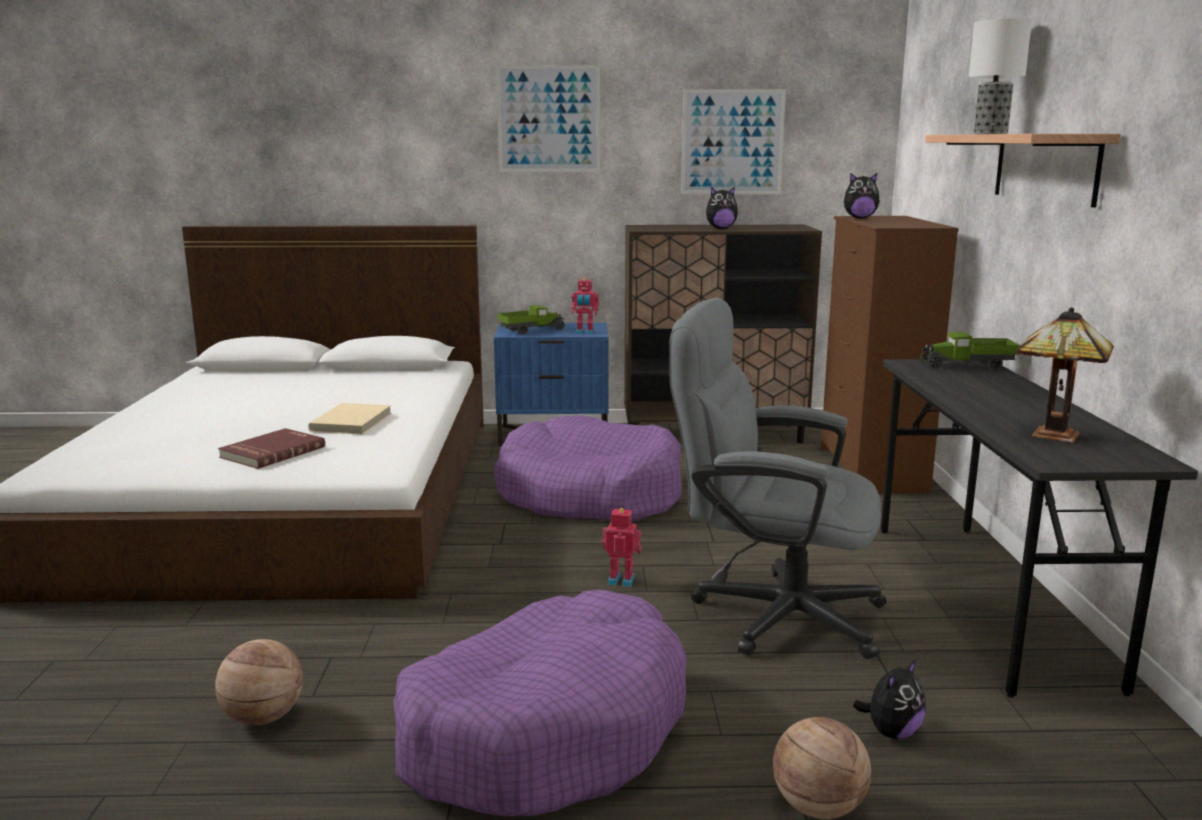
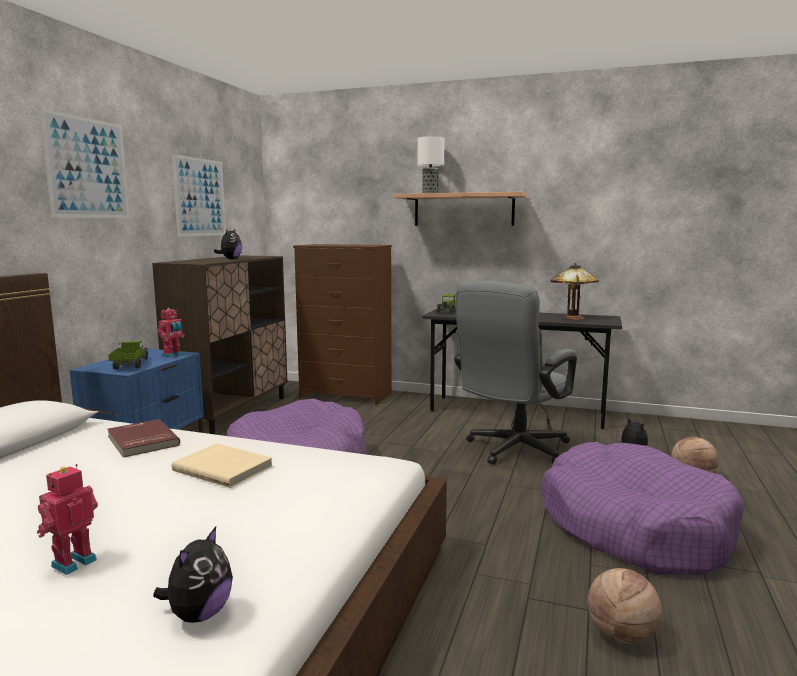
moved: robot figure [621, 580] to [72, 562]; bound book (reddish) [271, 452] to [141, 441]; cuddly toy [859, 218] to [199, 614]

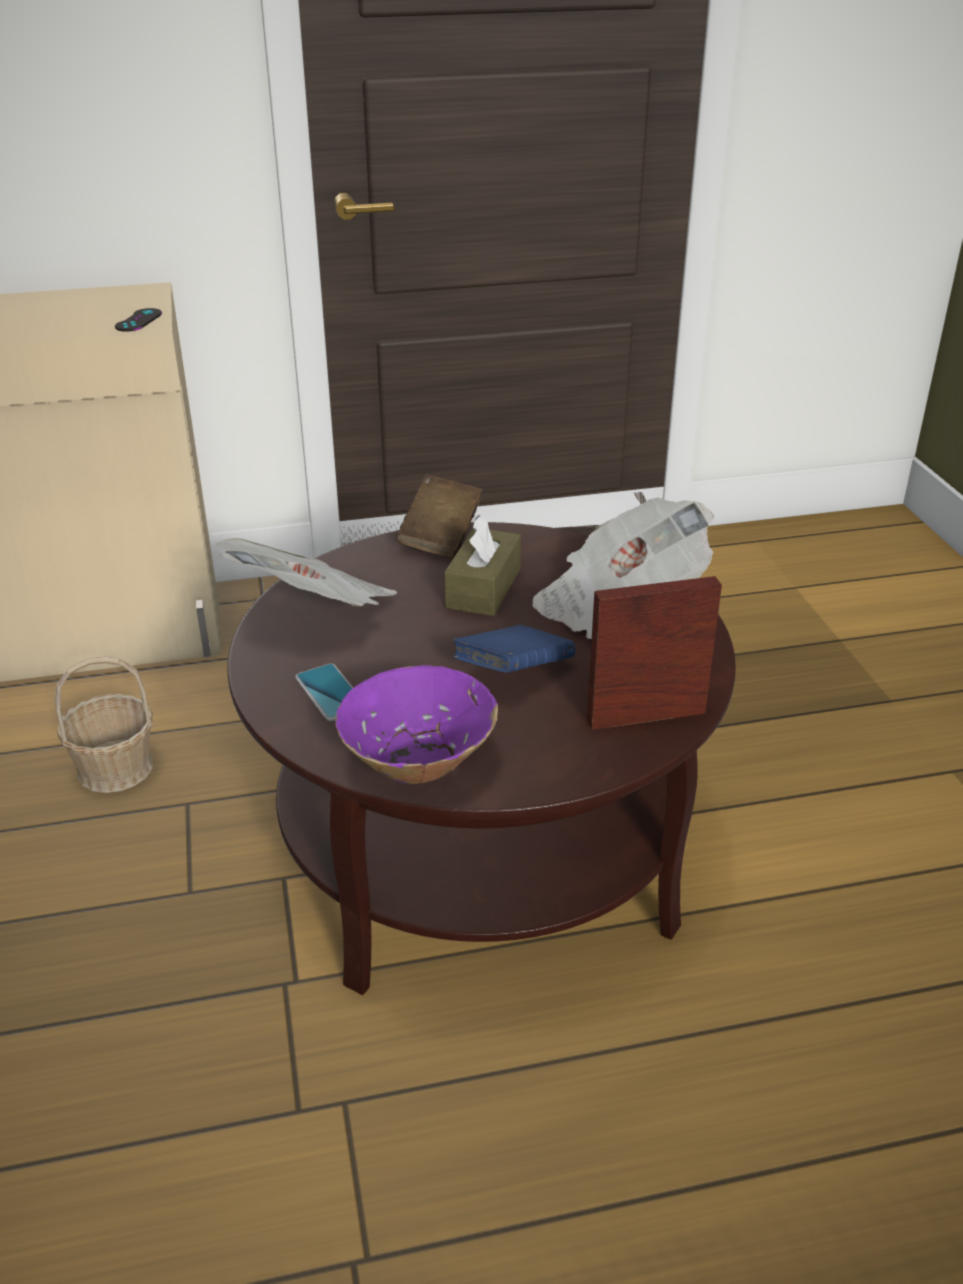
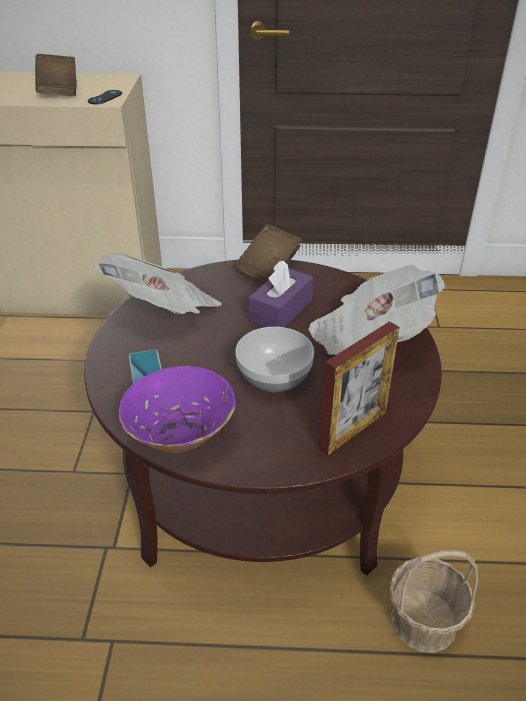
added: bound book (brown) [59, 90]
moved: storage basket [114, 768] to [423, 621]
replaced: bound book (bluish) [513, 673] to bowl [274, 378]
recoloured: tissue holder (brown) [483, 588] to tissue holder (purplish) [281, 310]
turned: picture frame [646, 716] = [353, 430] 135 degrees clockwise

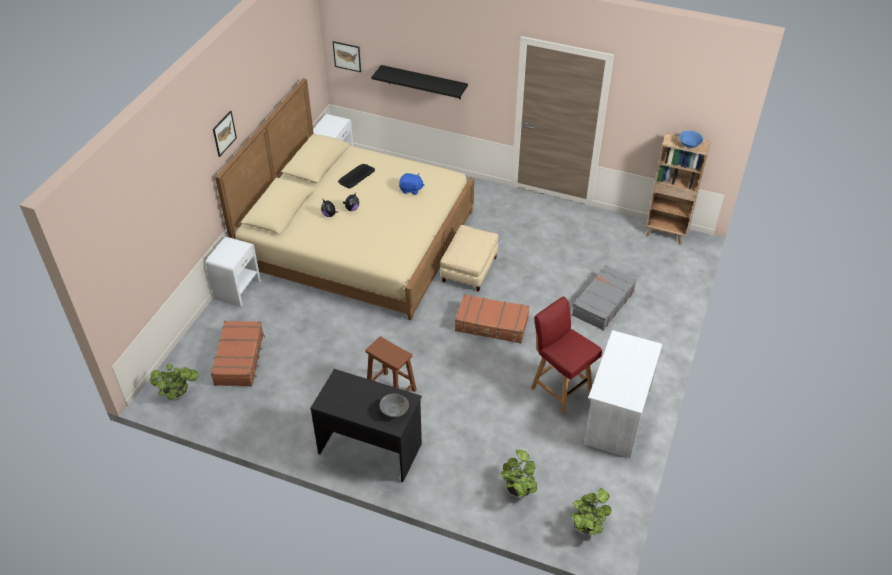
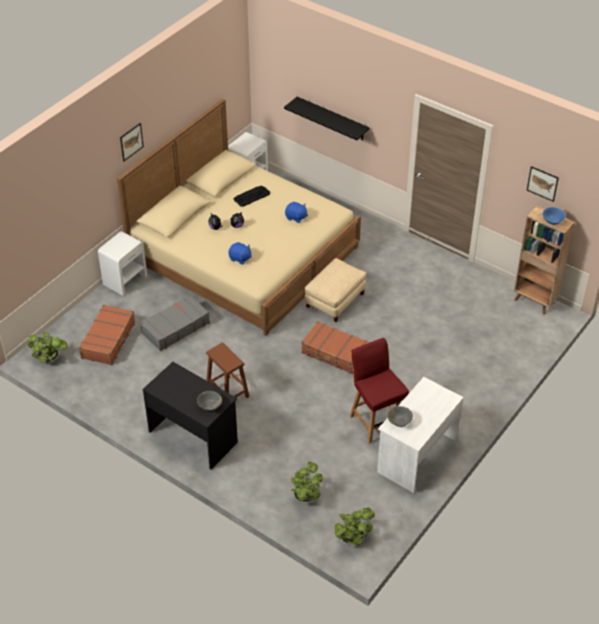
added: cuddly toy (bluish) [240, 258]; bowl (gray) [399, 421]
moved: piece of luggage (gray) [602, 303] to [175, 328]; wall picture [347, 56] to [542, 183]

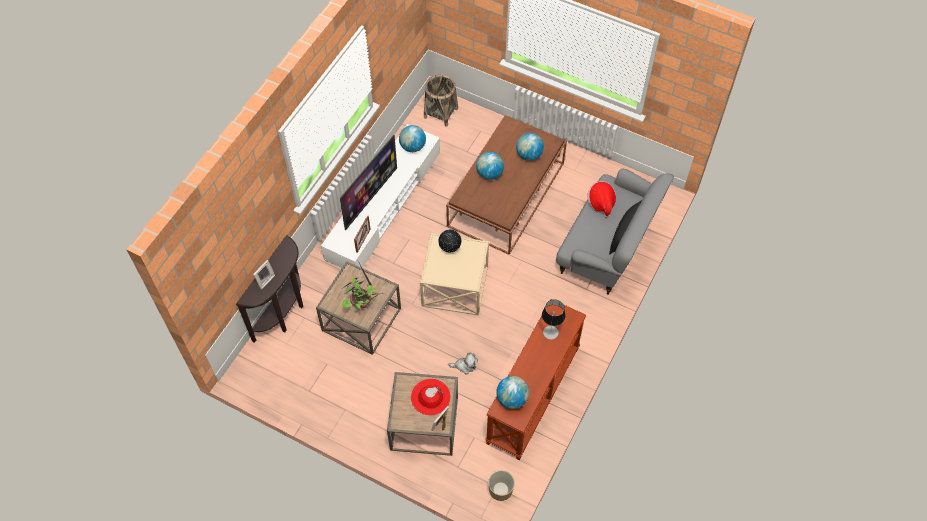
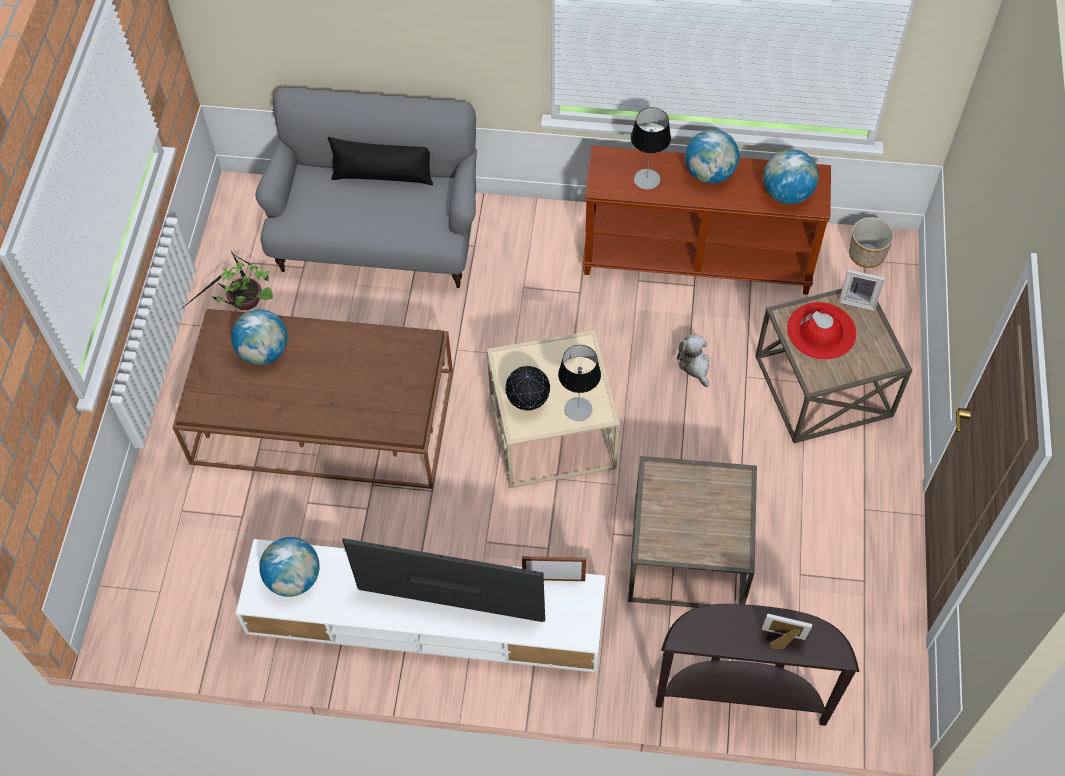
removed: storage basket [440, 113]; wearable hat [601, 203]
added: lamp for a table [578, 409]
moved: potted plant [361, 302] to [245, 304]; globe [489, 173] to [709, 173]

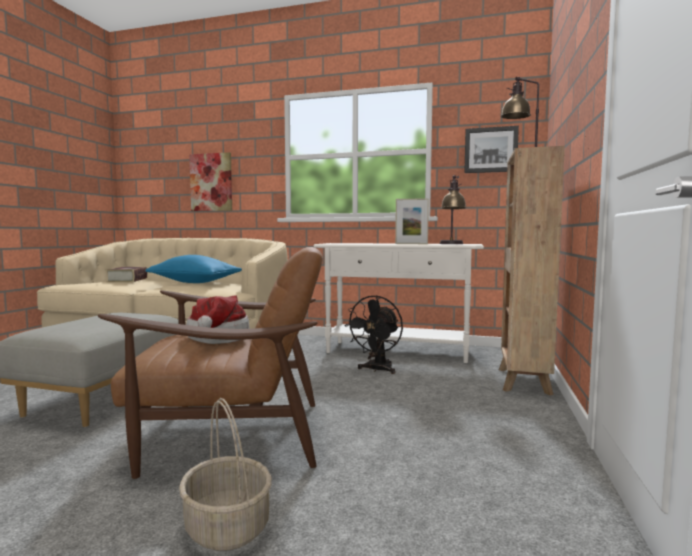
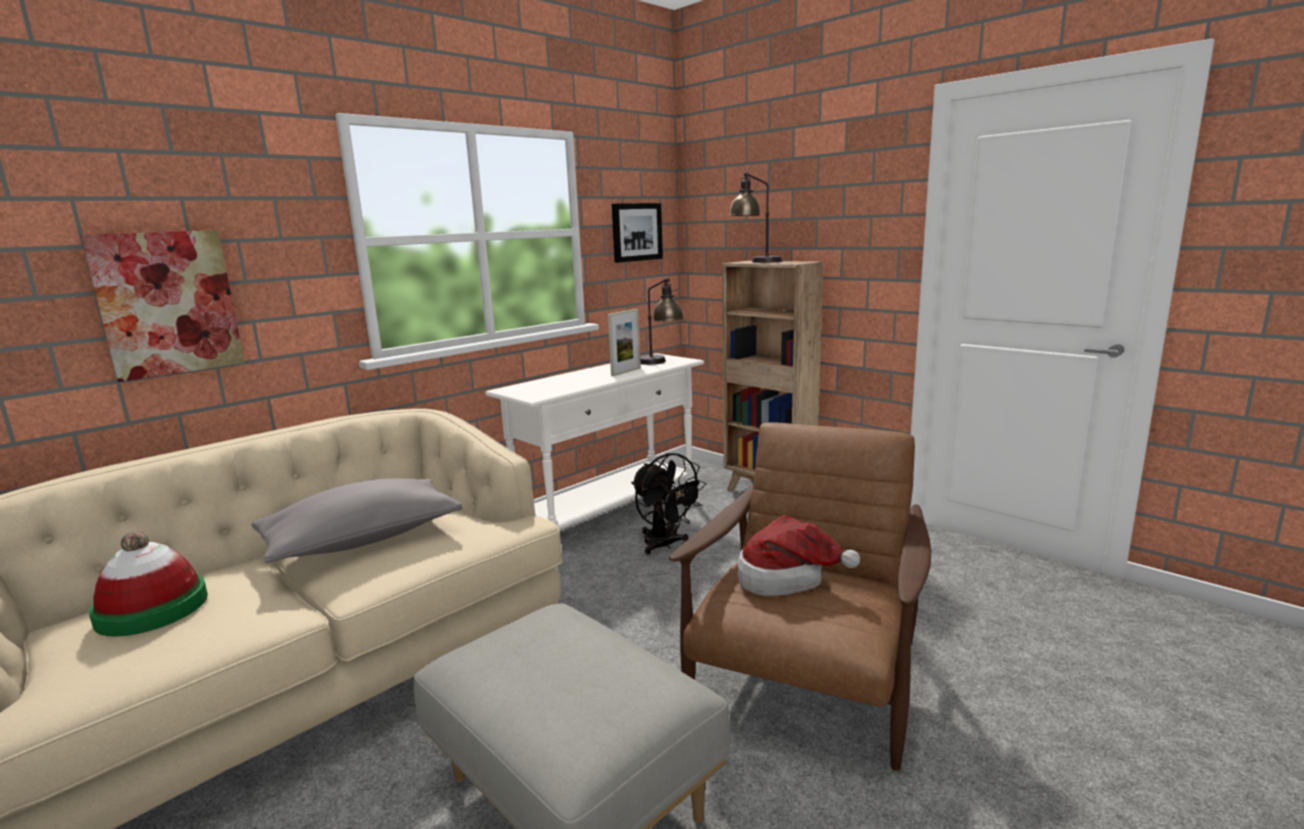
removed: storage basket [228, 527]
replaced: bound book [127, 280] to wearable hat [152, 609]
recoloured: throw pillow (bluish) [194, 282] to throw pillow (gray) [363, 540]

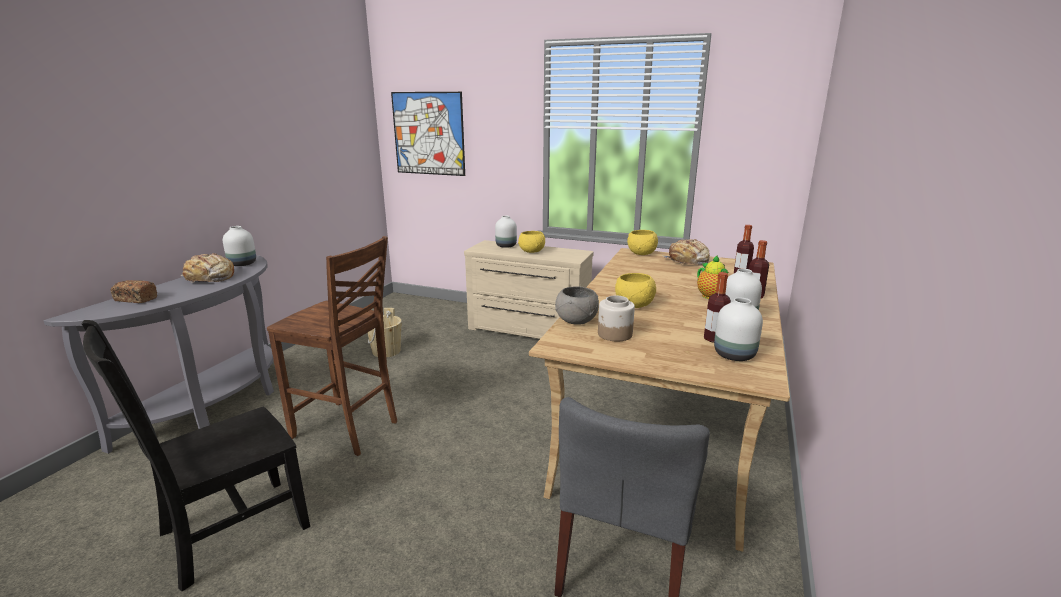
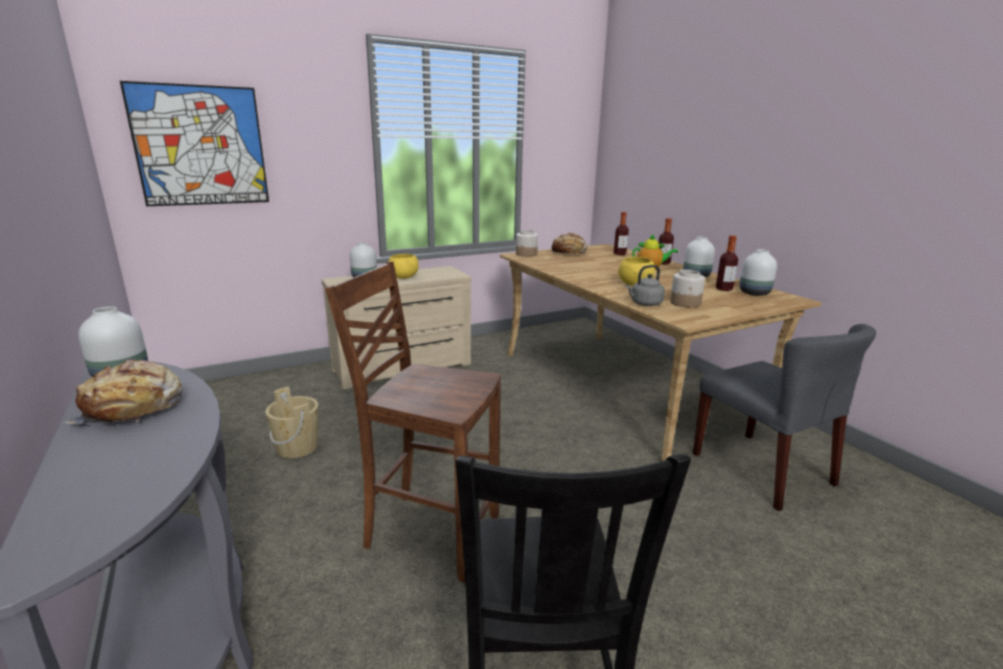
removed: baked bread [136, 299]
replaced: bowl (yellow-coloured) [641, 253] to preserve jar [526, 254]; bowl (gray) [576, 321] to kettle (gray) [644, 304]
turned: upright chair (brown) [347, 429] = [430, 531] 135 degrees counterclockwise

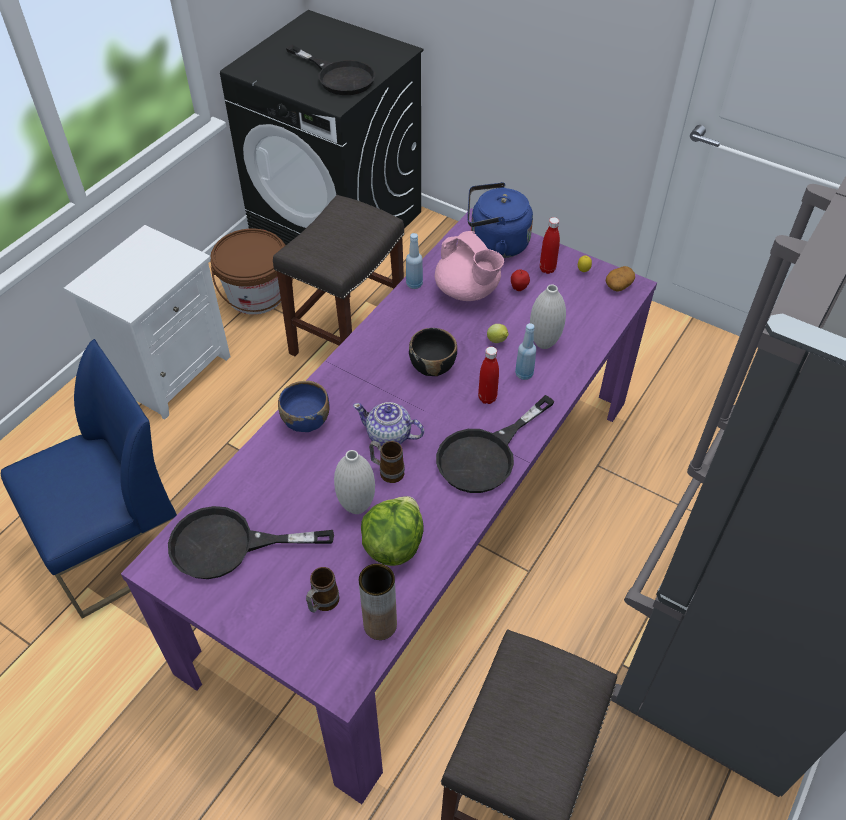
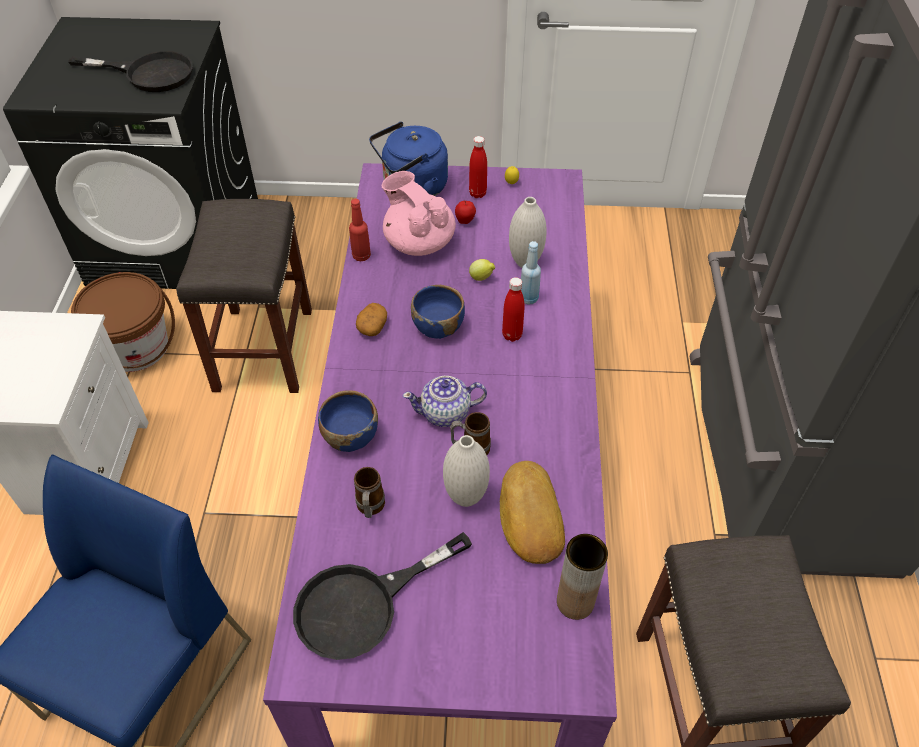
removed: frying pan (black-coloured) [485, 455]
moved: coffee mug [322, 604] to [370, 509]; spud [618, 285] to [372, 326]
replaced: head of lettuce [393, 544] to baked bread [529, 517]
recoloured: beverage bottle (bluish) [414, 284] to beverage bottle (reddish) [361, 256]; bowl (black-coloured) [433, 366] to bowl (bluish) [438, 327]
turned: tea pot (pinkish) [468, 291] = [419, 242] 150 degrees counterclockwise

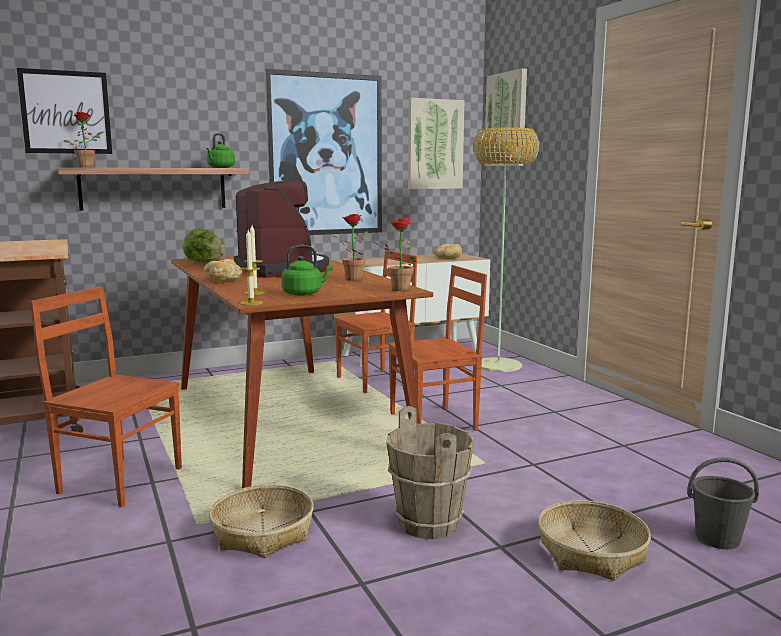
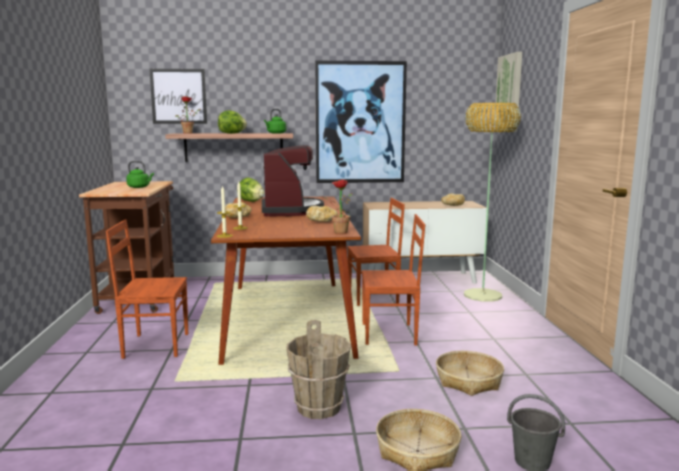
removed: wall picture [435, 144]
added: head of lettuce [232, 133]
moved: kettle (green-coloured) [304, 293] to [139, 187]; storage basket [262, 533] to [468, 381]
replaced: potted plant [350, 279] to baked bread [322, 221]
turned: upright chair (brown) [120, 480] = [155, 345] 45 degrees counterclockwise

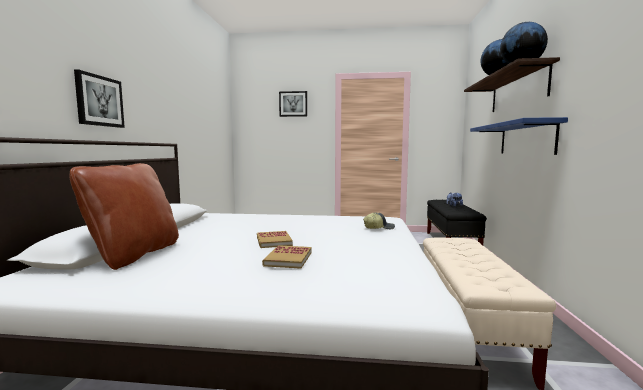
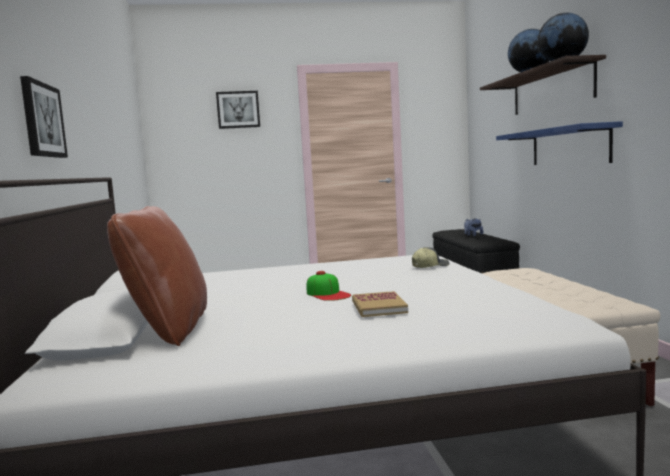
replaced: bound book [273, 241] to cap [328, 294]

